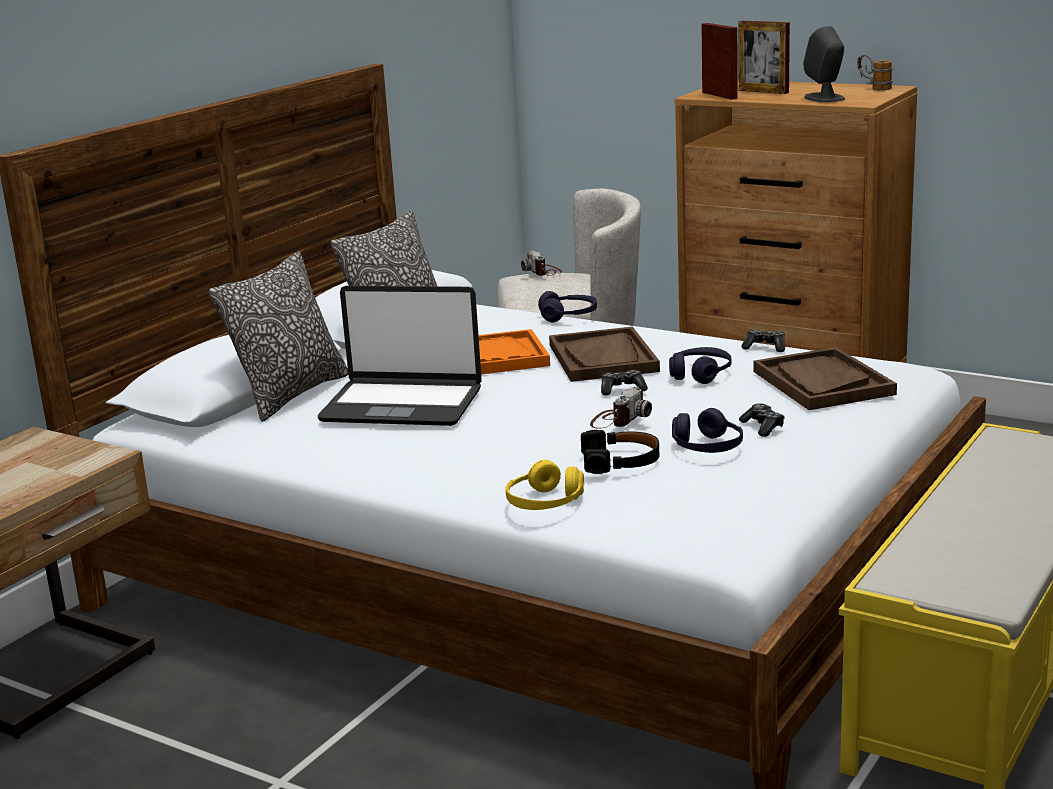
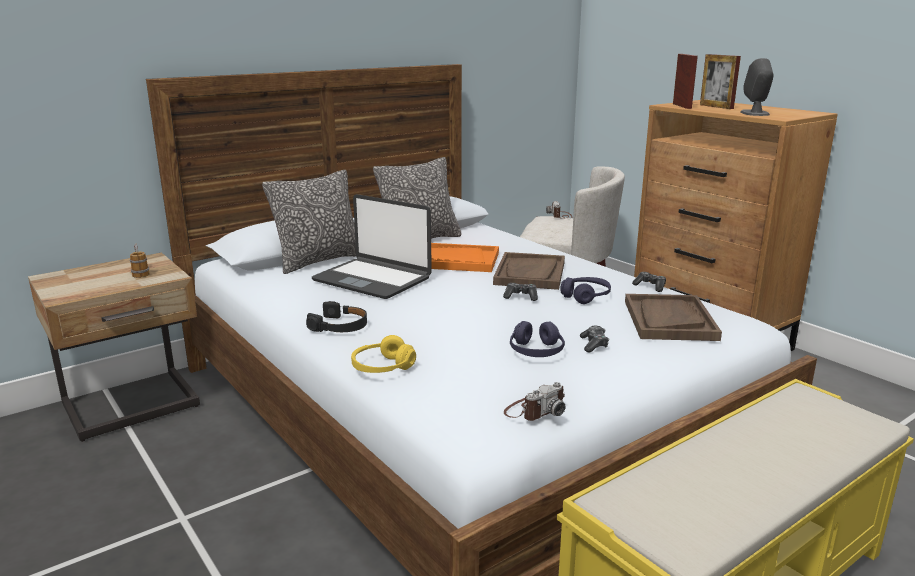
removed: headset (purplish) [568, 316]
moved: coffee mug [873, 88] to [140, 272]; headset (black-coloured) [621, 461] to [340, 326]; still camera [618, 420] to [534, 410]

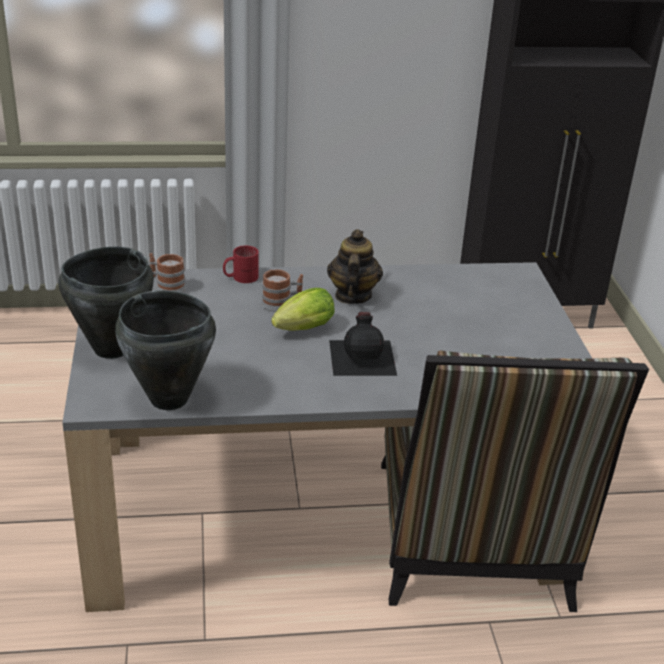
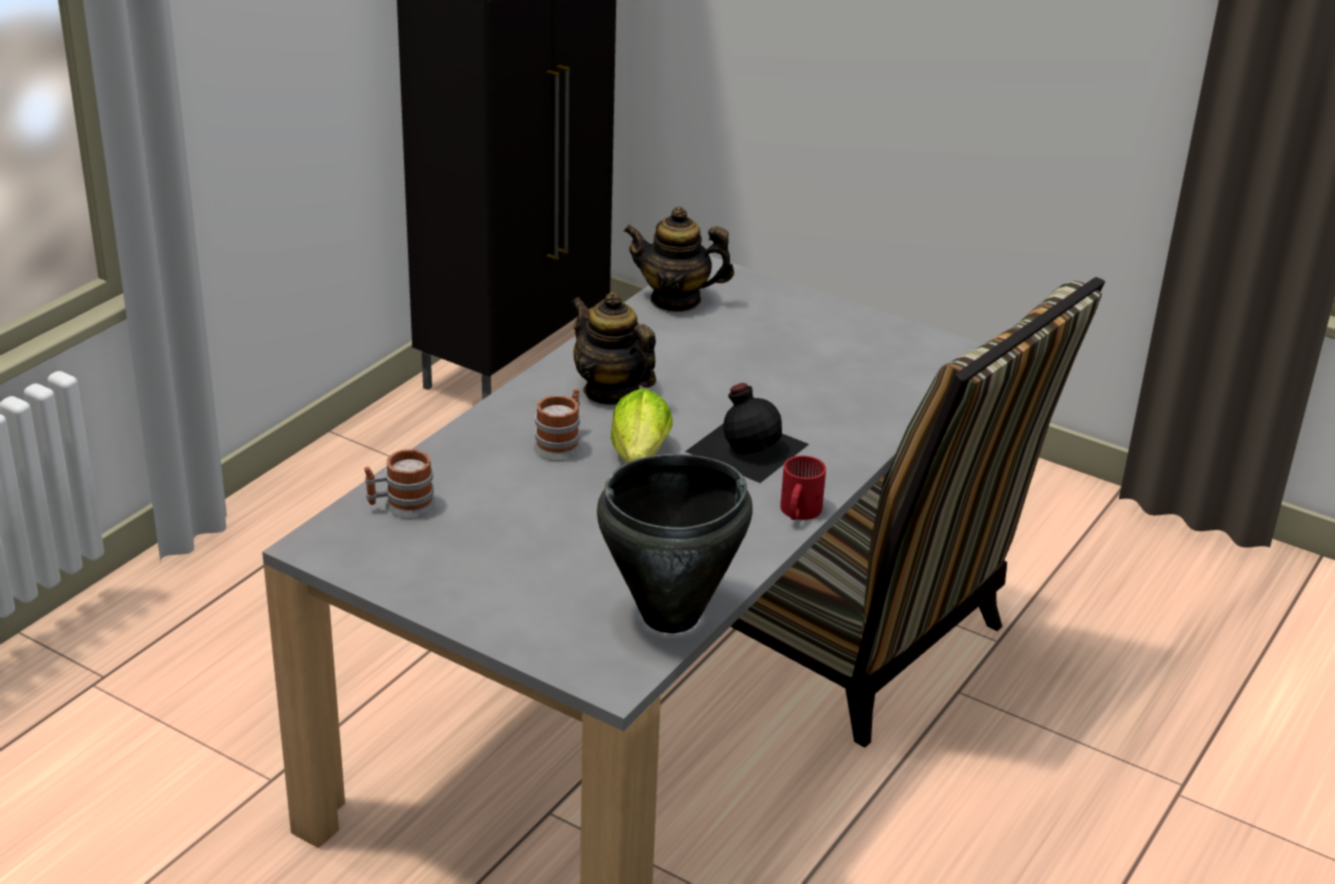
removed: cooking pot (black-coloured) [111, 349]
added: tea pot [676, 300]
moved: coffee mug (reddish) [240, 277] to [797, 512]

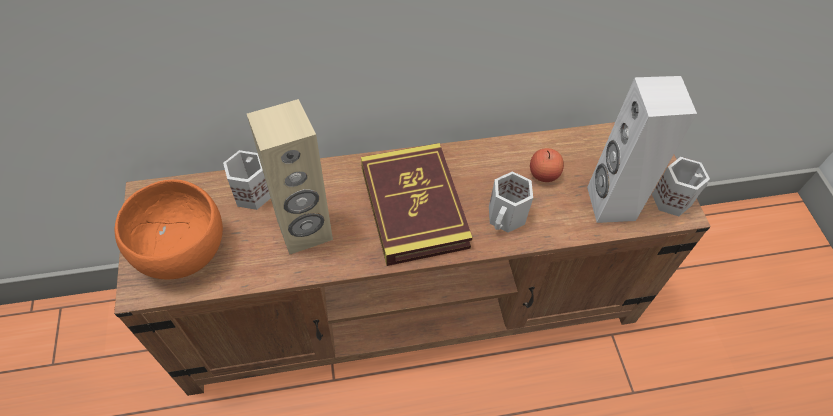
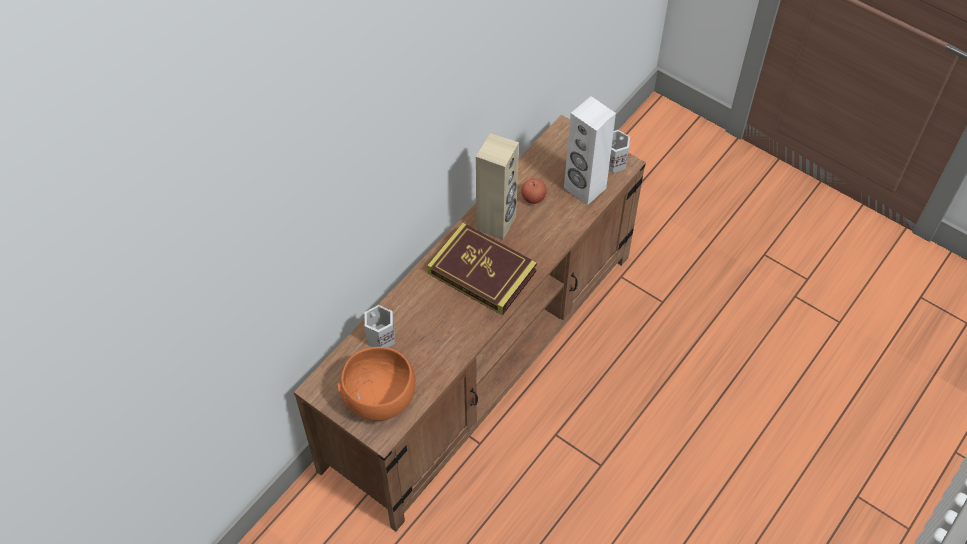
removed: coffee mug (white-coloured) [507, 217]
moved: speaker (sand-coloured) [305, 231] to [496, 223]

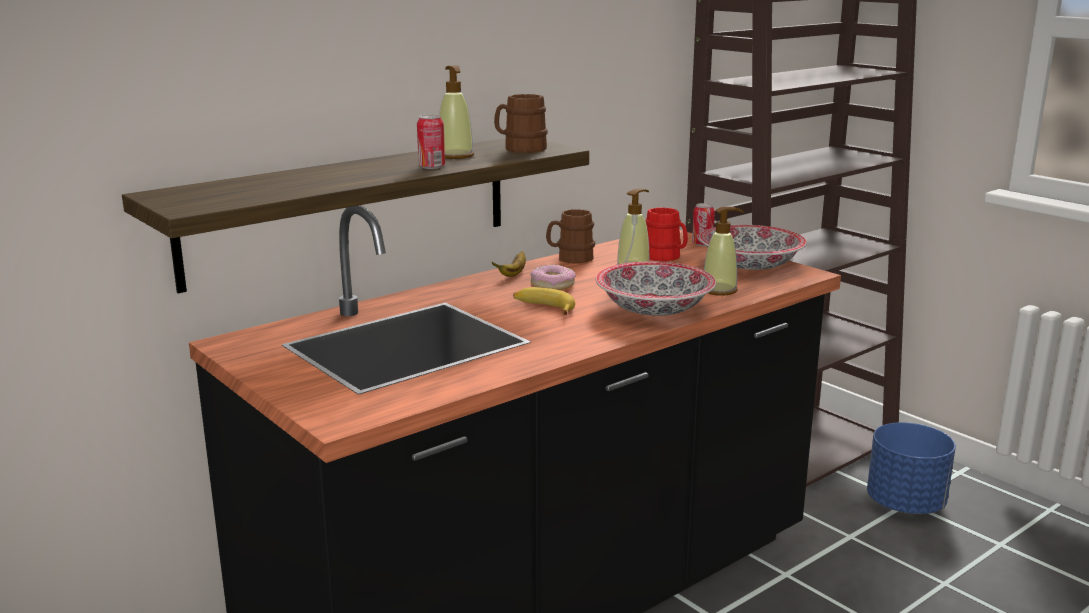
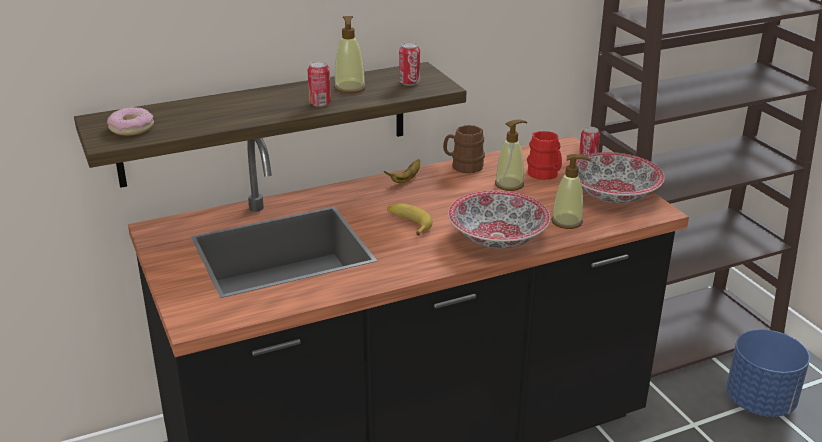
moved: ring doughnut [552, 285] to [131, 128]
replaced: coffee mug (brown) [520, 148] to can [409, 83]

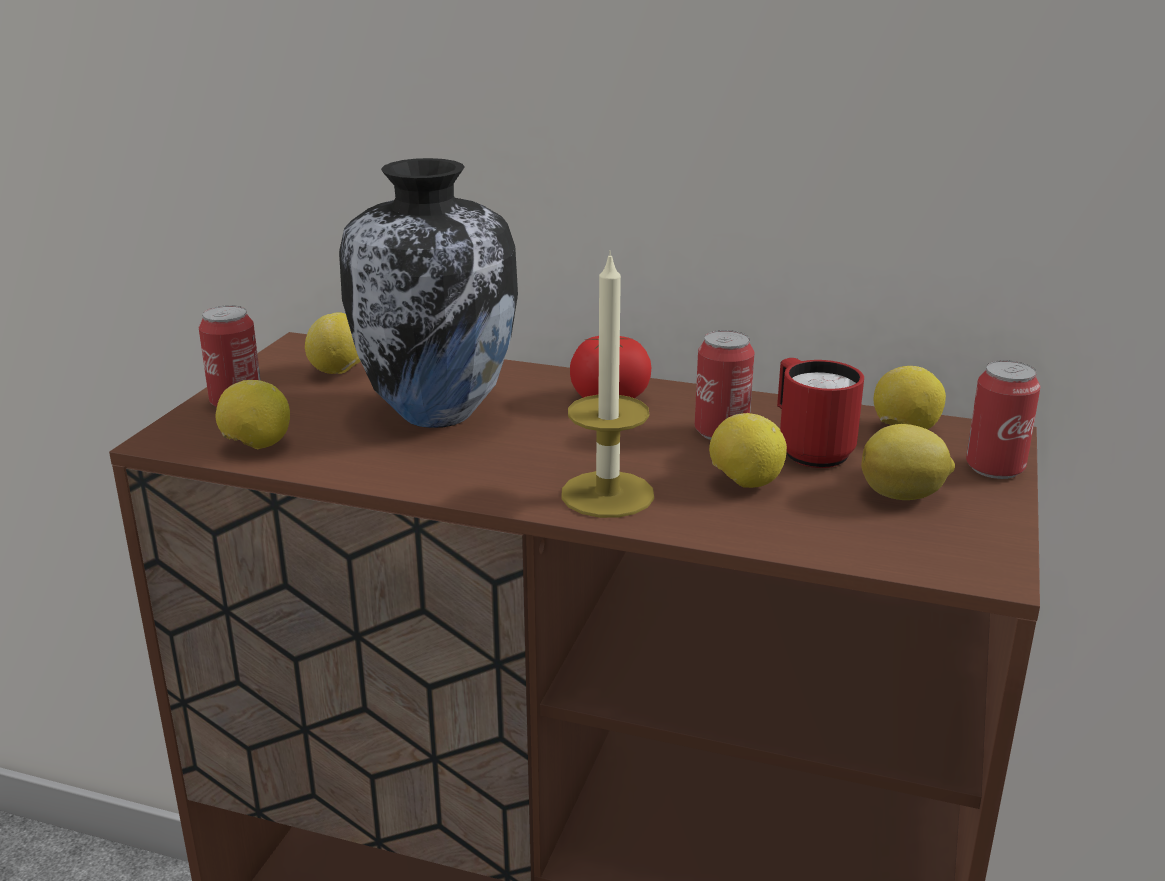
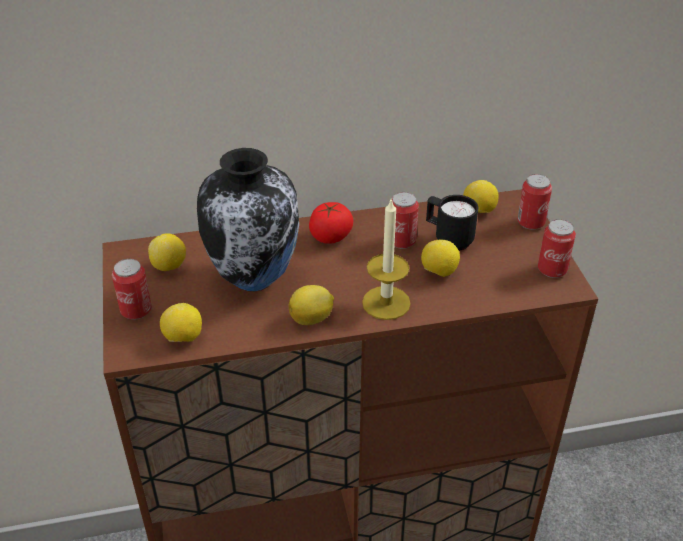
added: can [552, 270]
moved: citrus fruit [904, 495] to [312, 318]
recoloured: coffee mug (reddish) [809, 449] to coffee mug (black-coloured) [448, 239]

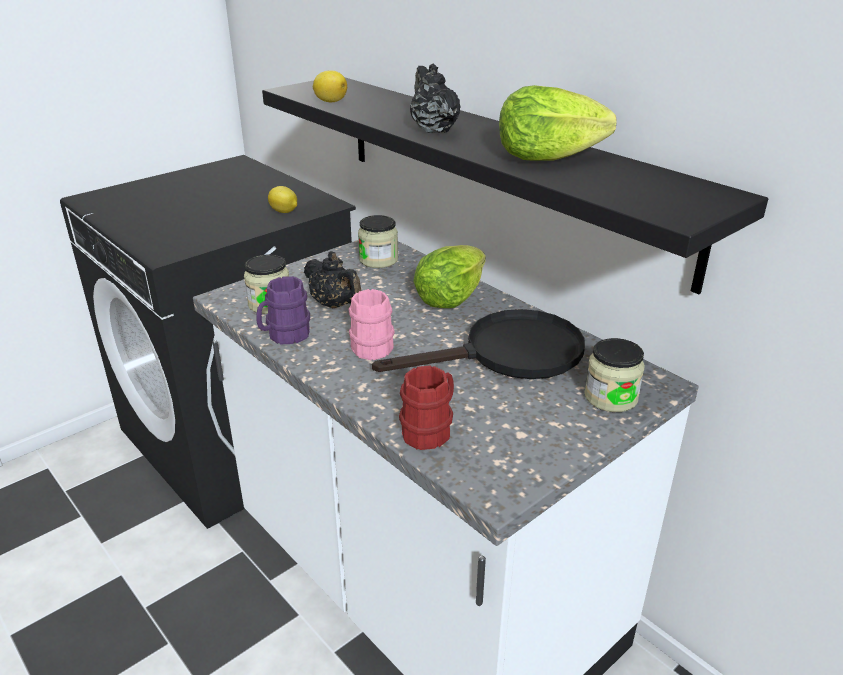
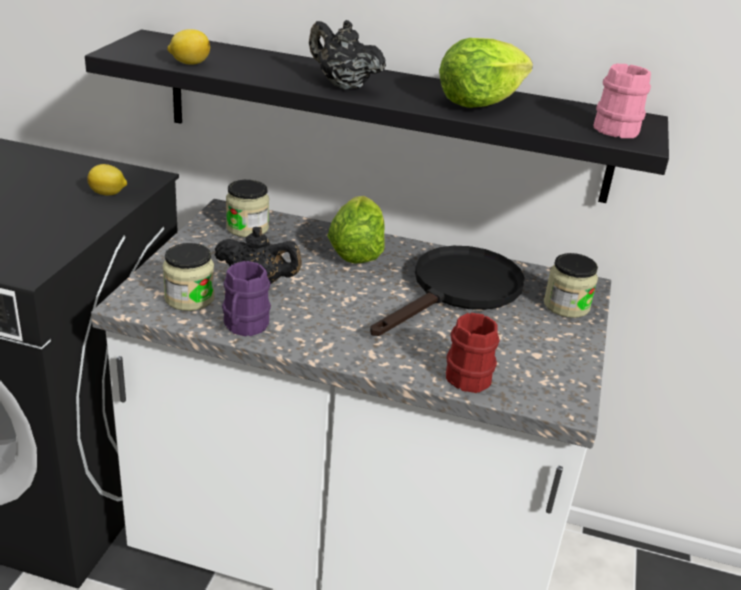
moved: coffee mug (pinkish) [375, 345] to [613, 127]

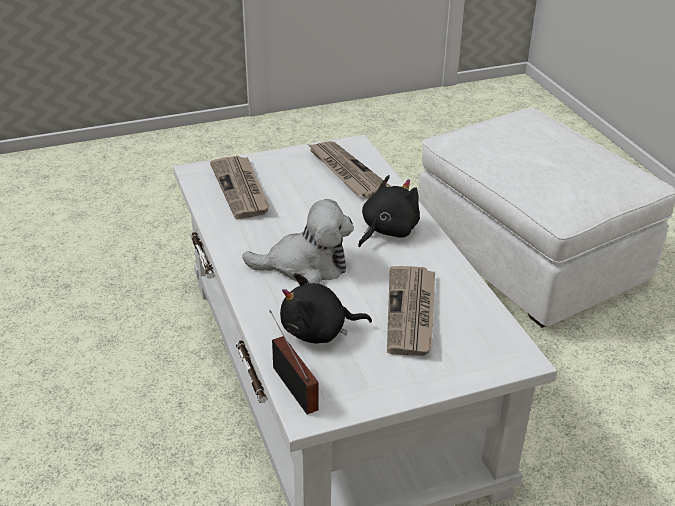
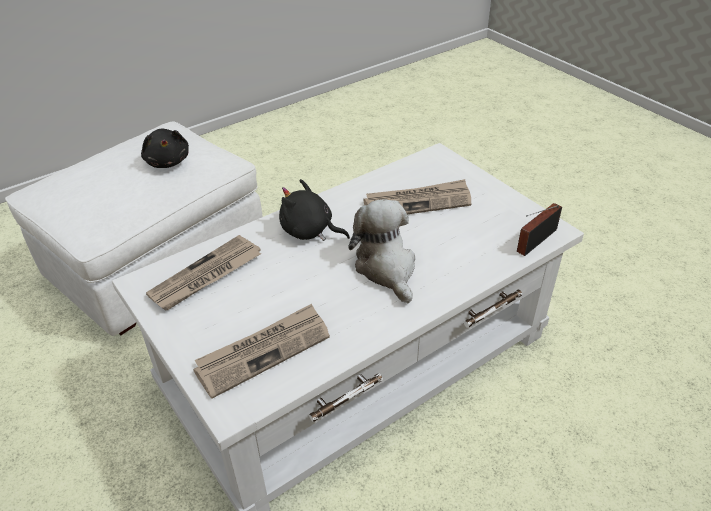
moved: cuddly toy (black-coloured) [318, 331] to [168, 161]

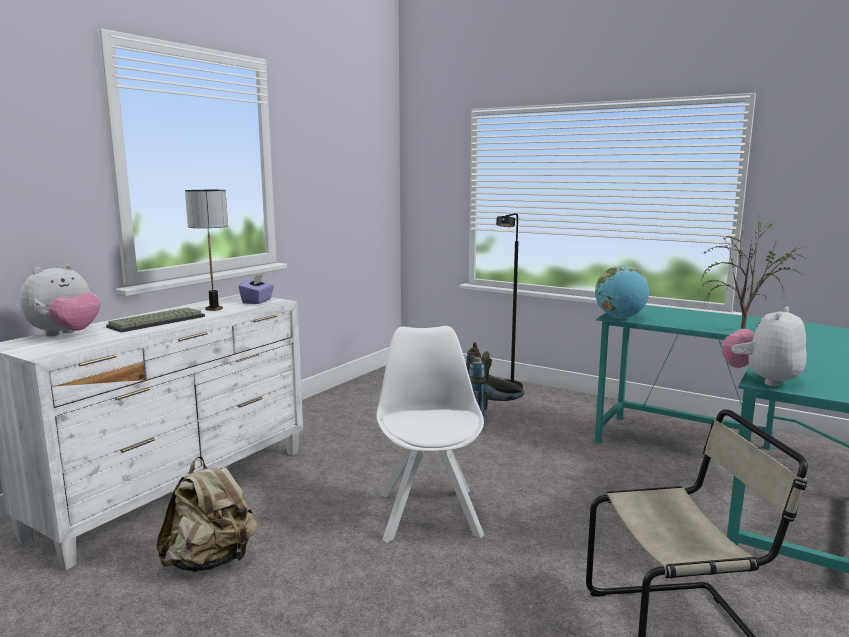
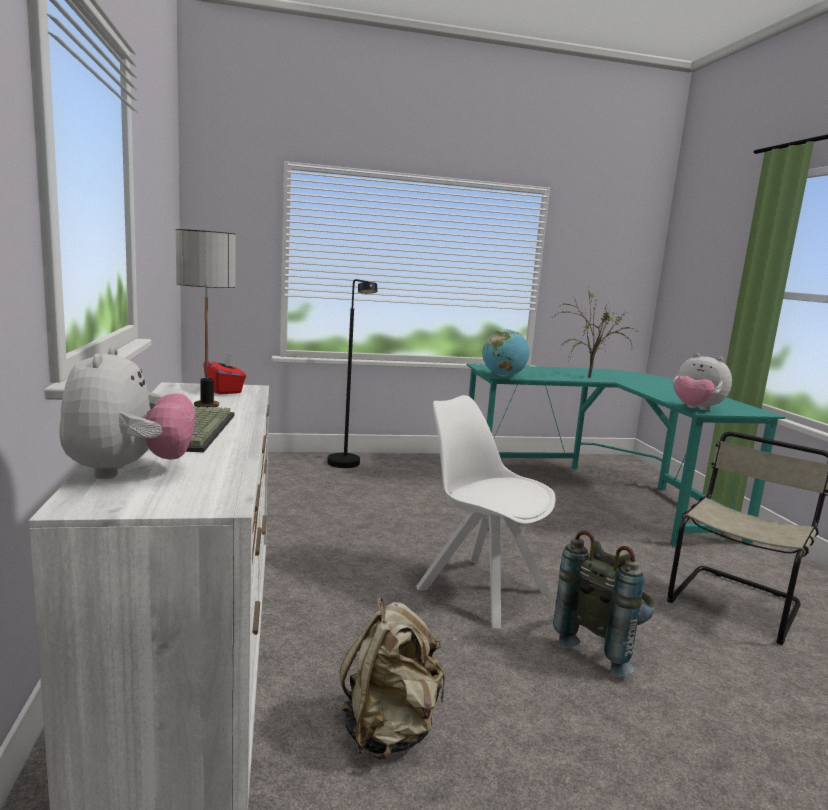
moved: rucksack (gray) [492, 419] to [602, 647]
recoloured: tissue holder (purplish) [257, 301] to tissue holder (reddish) [224, 390]
turned: cuddly toy [762, 380] = [695, 409] 45 degrees counterclockwise

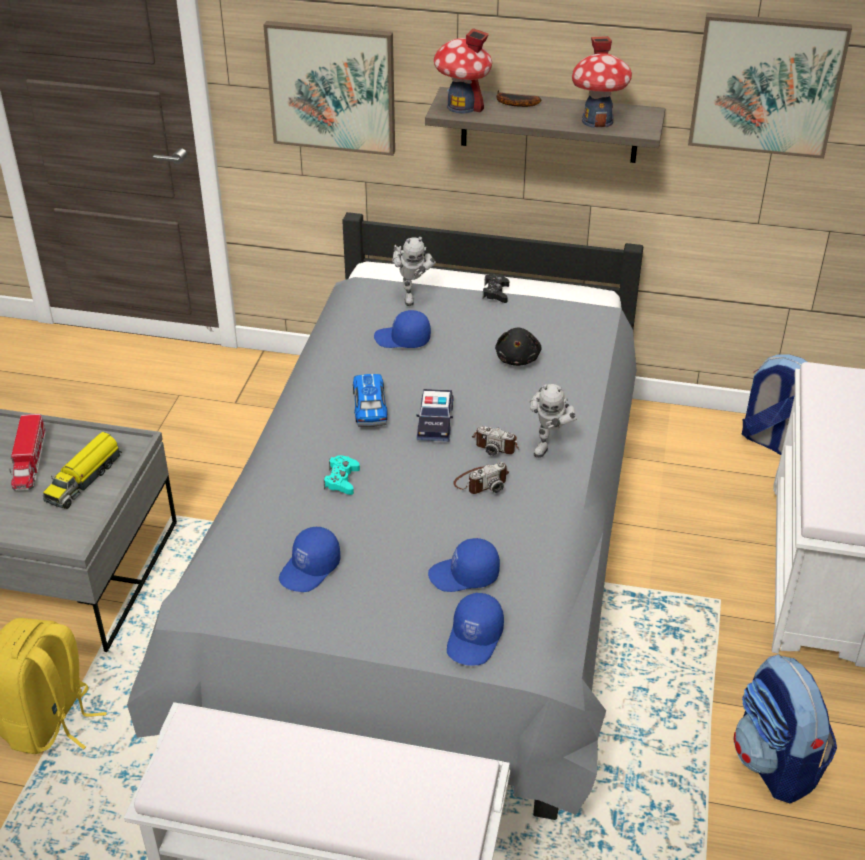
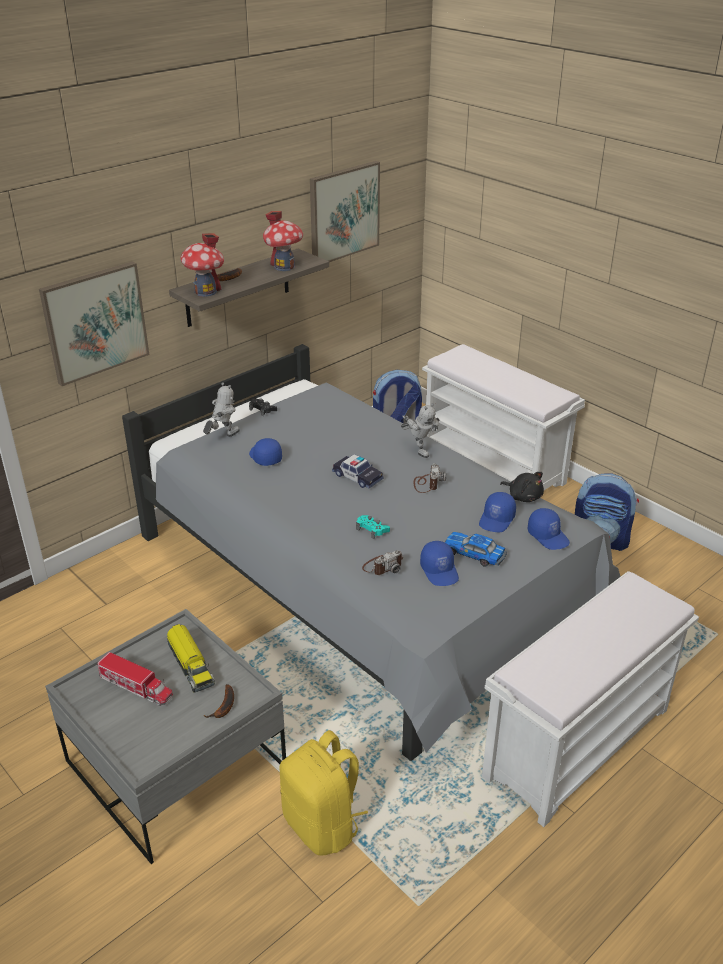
added: whole banana [224, 707]
moved: still camera [496, 443] to [383, 566]; miniature car [370, 408] to [474, 554]; cuddly toy (black-coloured) [517, 358] to [523, 496]
turned: robot figure [411, 294] = [223, 437] 75 degrees counterclockwise; cap (bluish) [402, 339] = [264, 457] 105 degrees clockwise

